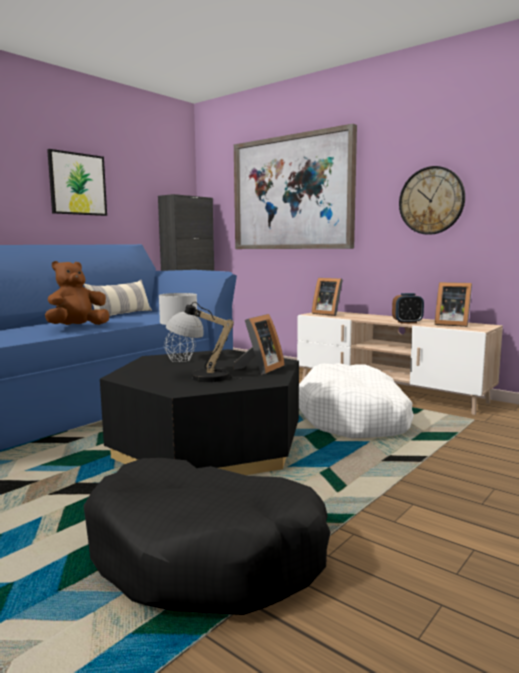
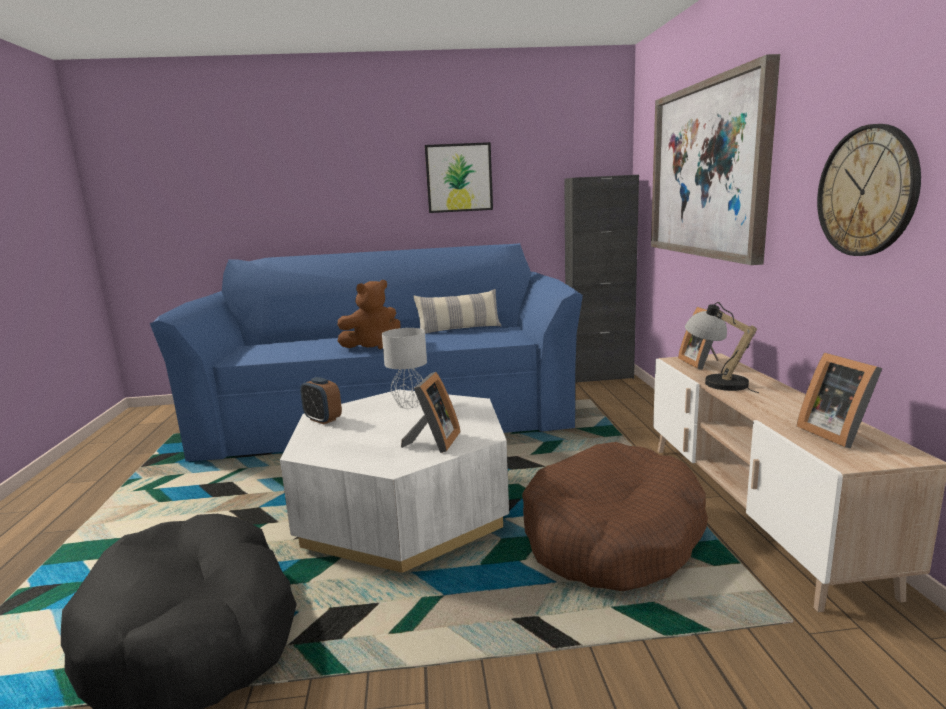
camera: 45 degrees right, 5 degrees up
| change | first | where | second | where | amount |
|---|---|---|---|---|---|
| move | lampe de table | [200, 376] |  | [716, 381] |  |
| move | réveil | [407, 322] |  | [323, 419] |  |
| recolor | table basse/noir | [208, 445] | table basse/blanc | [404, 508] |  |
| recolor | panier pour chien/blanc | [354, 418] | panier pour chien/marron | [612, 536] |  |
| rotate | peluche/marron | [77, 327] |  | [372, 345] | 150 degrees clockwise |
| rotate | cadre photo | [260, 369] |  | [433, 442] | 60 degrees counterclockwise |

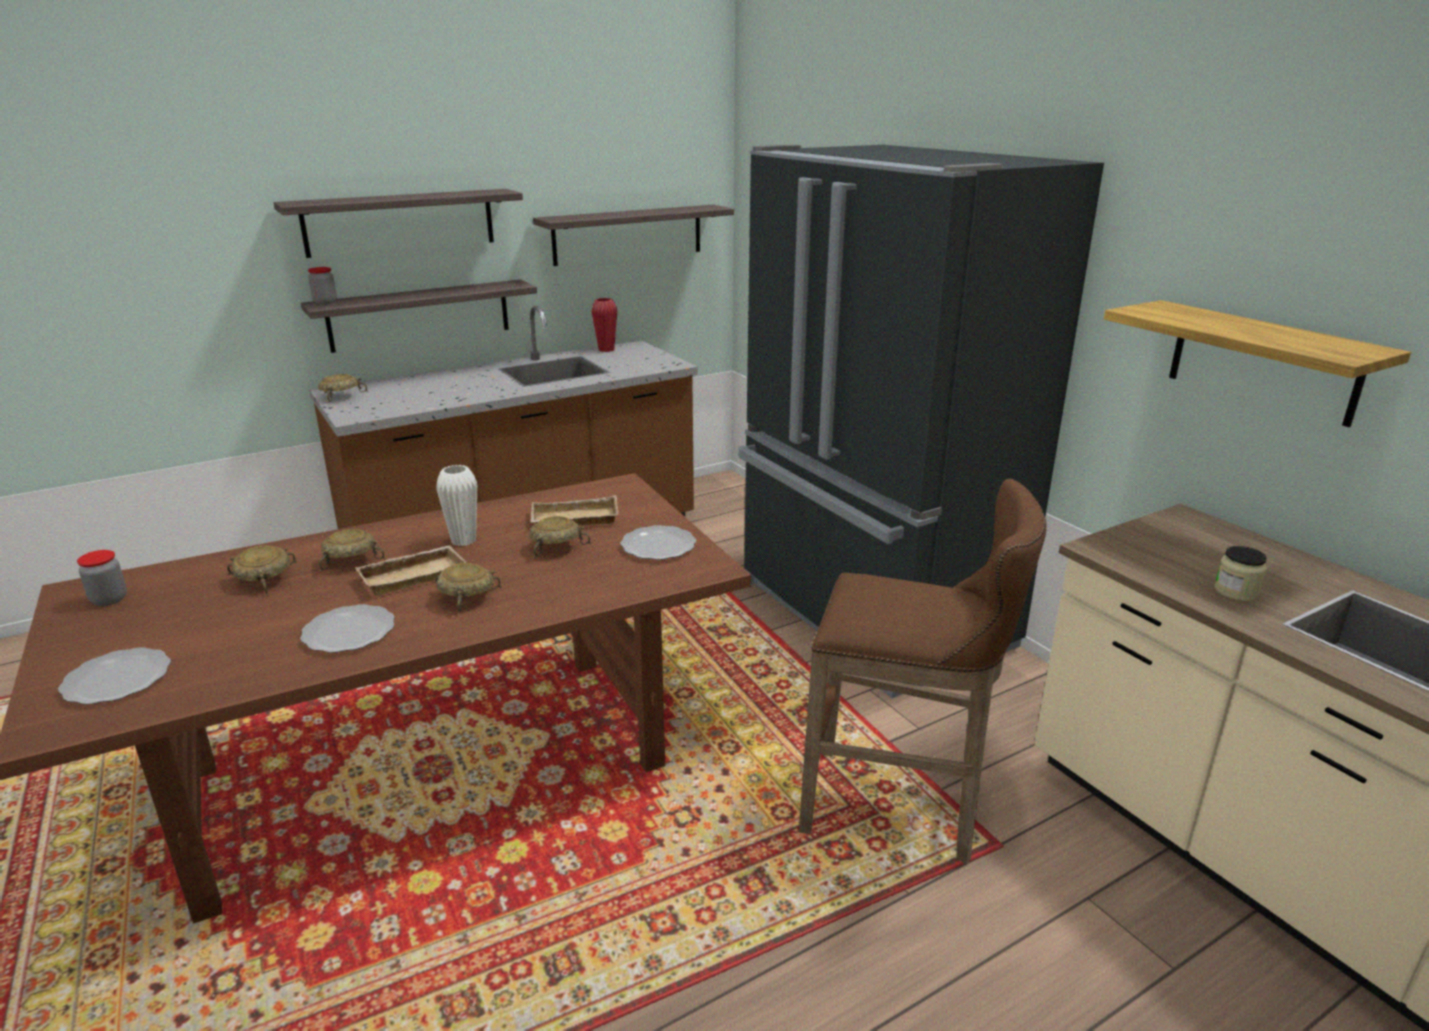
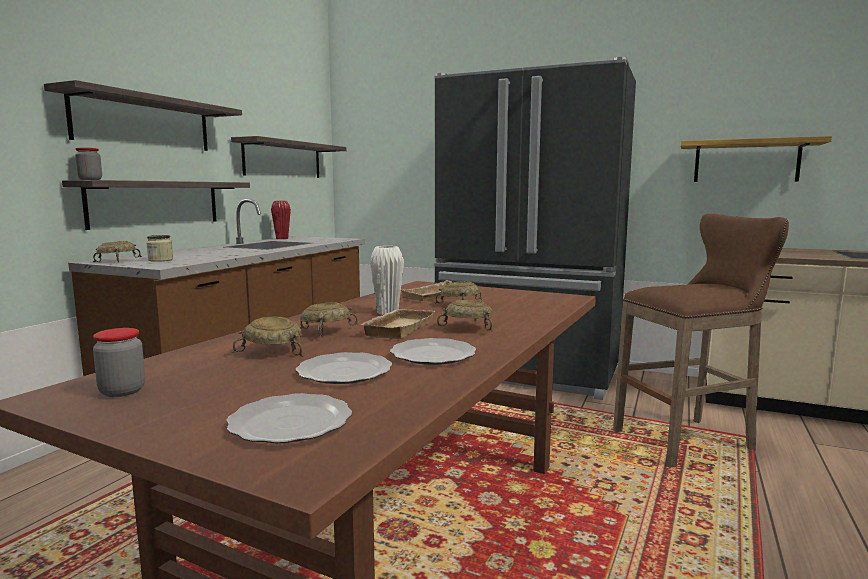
camera: 35 degrees left, 15 degrees down
| change | first | where | second | where | amount |
|---|---|---|---|---|---|
| move | assiette | [658, 546] |  | [345, 372] |  |
| move | bocal | [1236, 591] |  | [160, 260] |  |

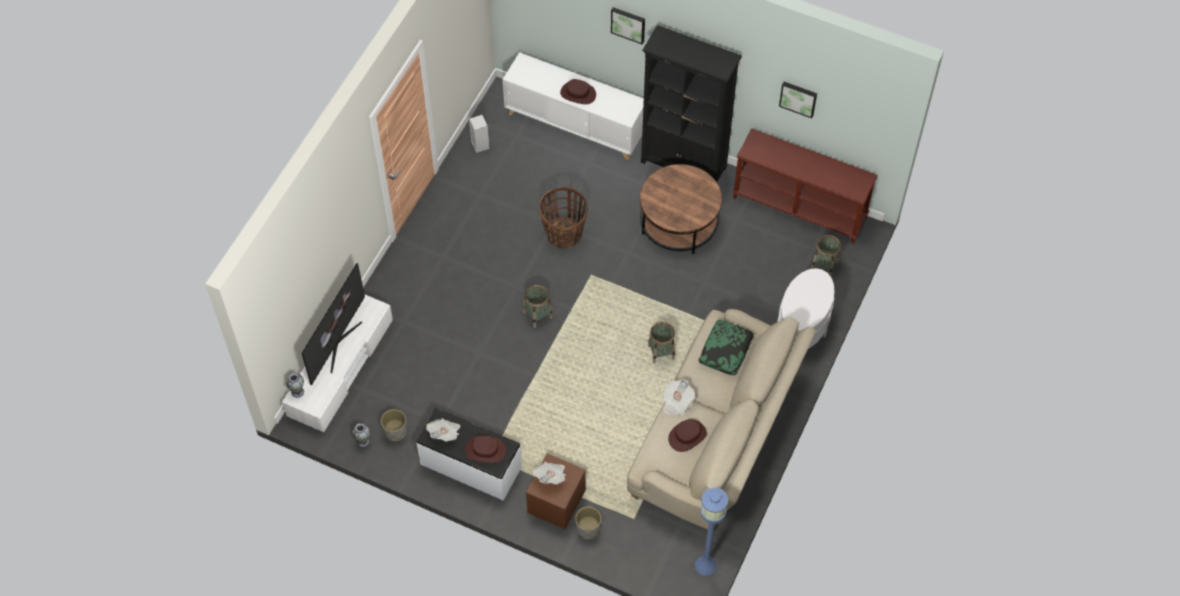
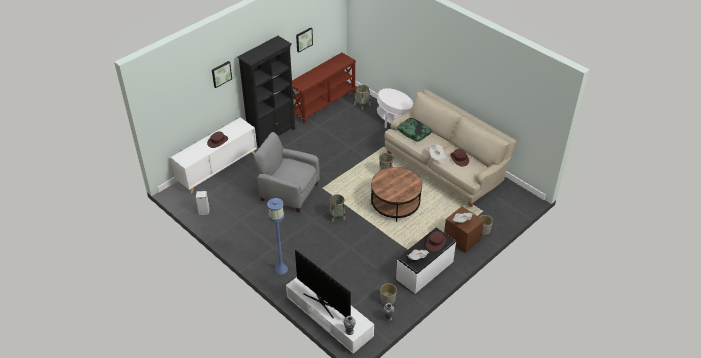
camera: 70 degrees left, 15 degrees down
| change | first | where | second | where | amount |
|---|---|---|---|---|---|
| move | table basse/marron | [679, 222] |  | [395, 204] |  |
| move | lampadaire/bleu | [705, 565] |  | [281, 269] |  |
| replace | panier | [564, 234] | fauteuil/gris | [289, 191] |  |

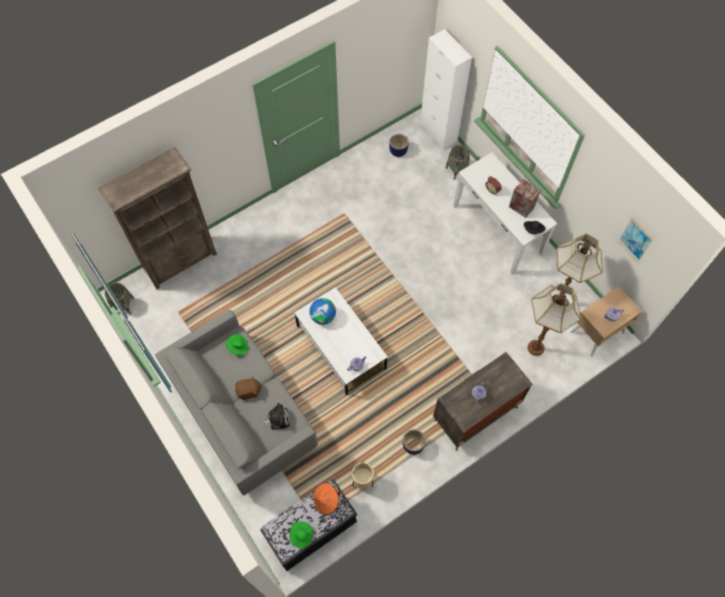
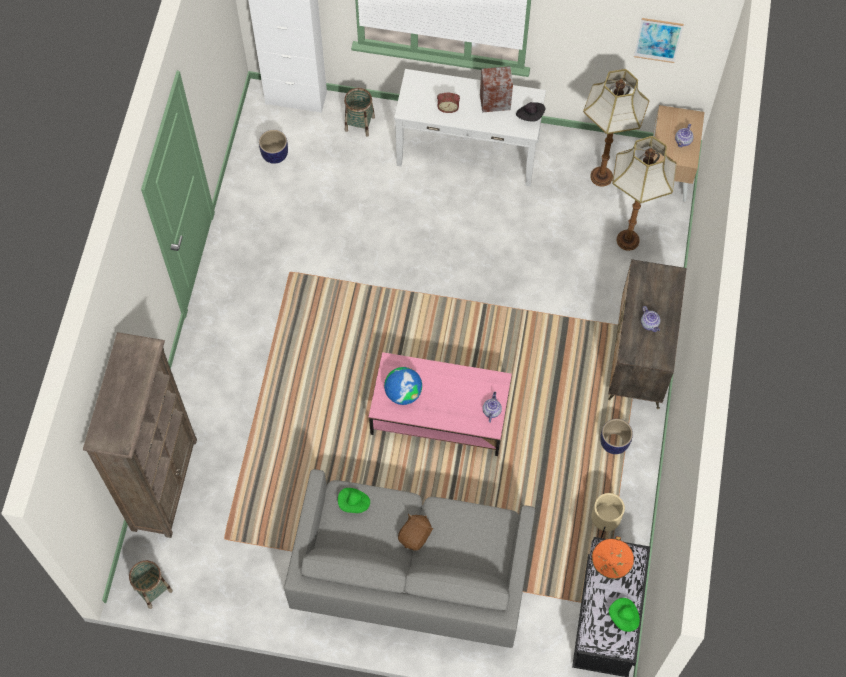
camera: 45 degrees left, 0 degrees up
| change | first | where | second | where | amount |
|---|---|---|---|---|---|
| delete | peluche | [277, 419] |  |  |  |
| recolor | table basse/blanc | [340, 346] | table basse/rose | [438, 413] |  |

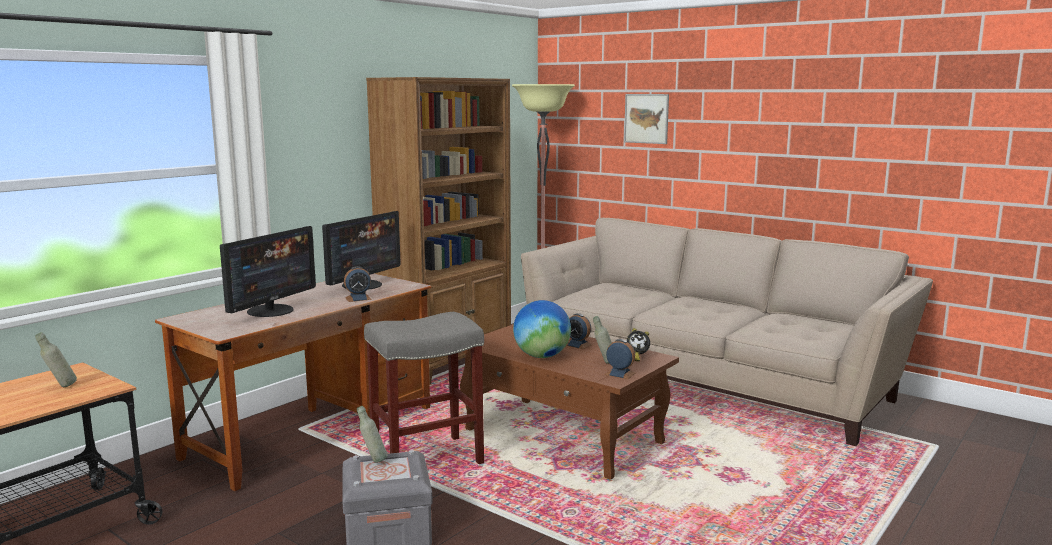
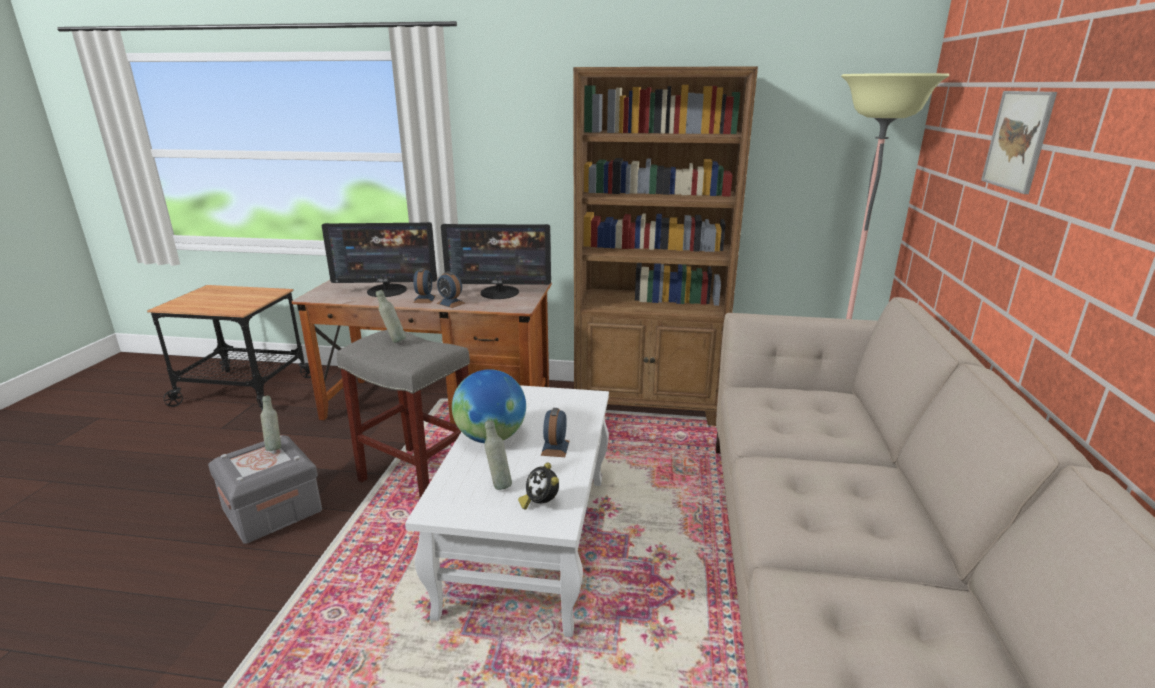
camera: 60 degrees right, 10 degrees up
| change | first | where | second | where | amount |
|---|---|---|---|---|---|
| move | bouteille/gris | [60, 387] |  | [393, 341] |  |
| move | réveil | [620, 374] |  | [424, 299] |  |
| recolor | table basse/marron | [564, 437] | table basse/blanc | [528, 543] |  |

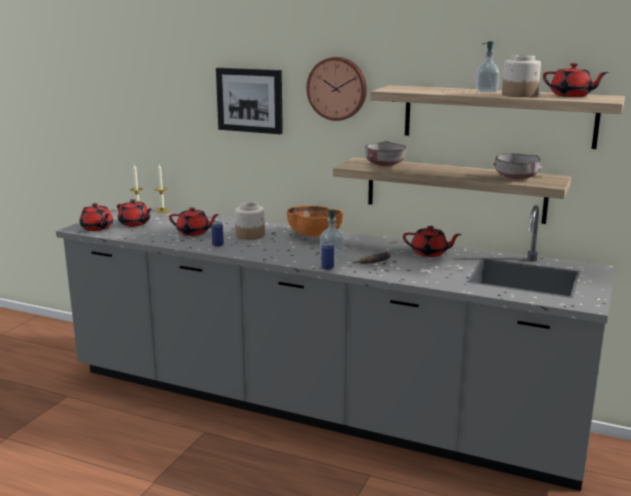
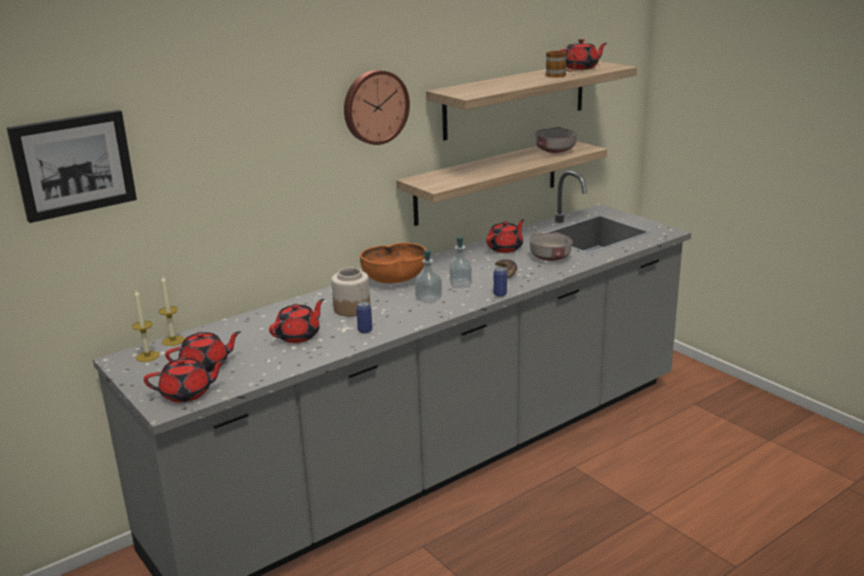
camera: 60 degrees left, 5 degrees up
| change | first | where | second | where | amount |
|---|---|---|---|---|---|
| move | tableau | [250, 100] |  | [73, 164] |  |
| move | bol/gris | [384, 164] |  | [550, 258] |  |
| move | distributeur de savon | [486, 91] |  | [428, 299] |  |
| replace | bocal | [520, 95] | mug | [560, 75] |  |

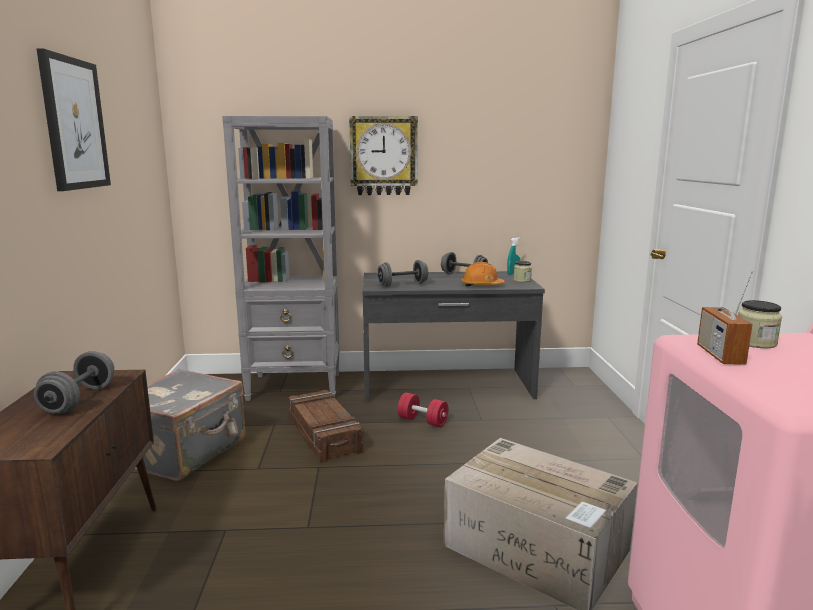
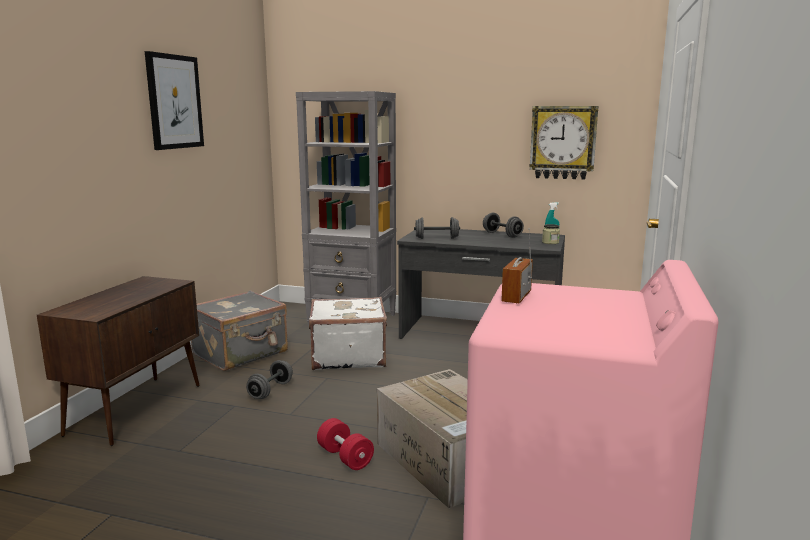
camera: 20 degrees right, 0 degrees up
| change | first | where | second | where | amount |
|---|---|---|---|---|---|
| delete | casque de chantier/orange | [481, 285] |  |  |  |
| delete | bocal | [755, 343] |  |  |  |
| move | haltère/gris | [79, 400] |  | [270, 390] |  |
| move | horloge murale | [383, 156] |  | [563, 142] |  |
| move | haltère/rouge | [422, 421] |  | [345, 457] |  |
| replace | caisse | [323, 434] | valise/blanc | [347, 356] |  |

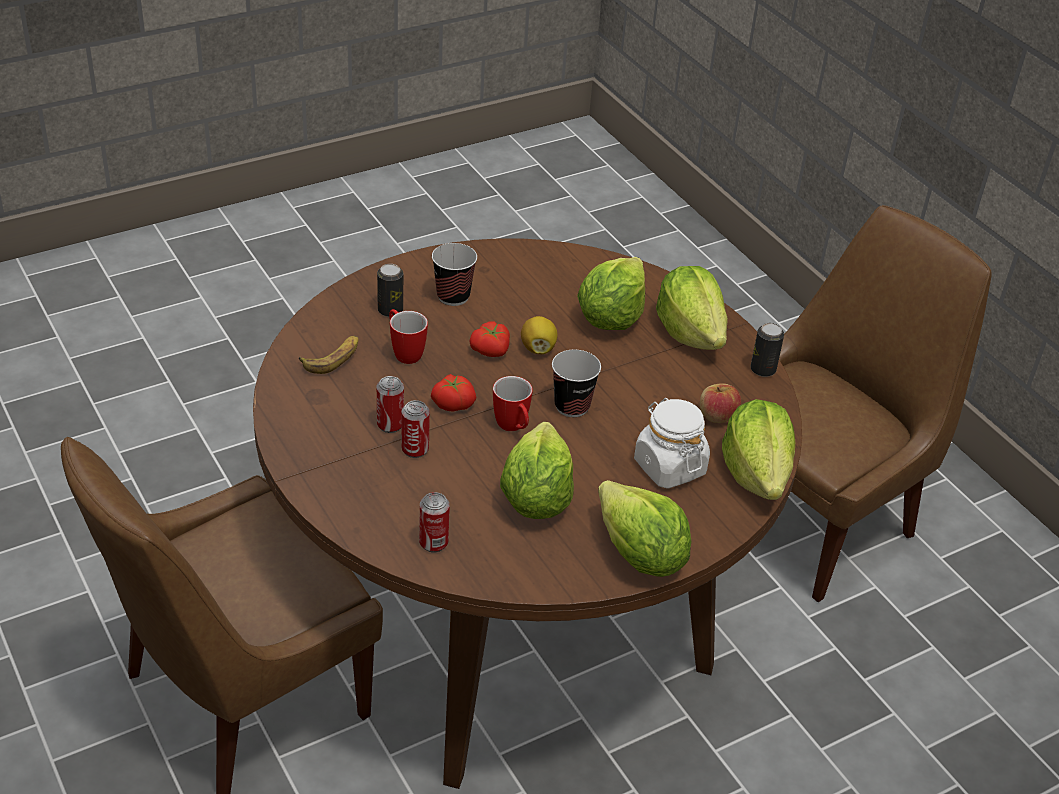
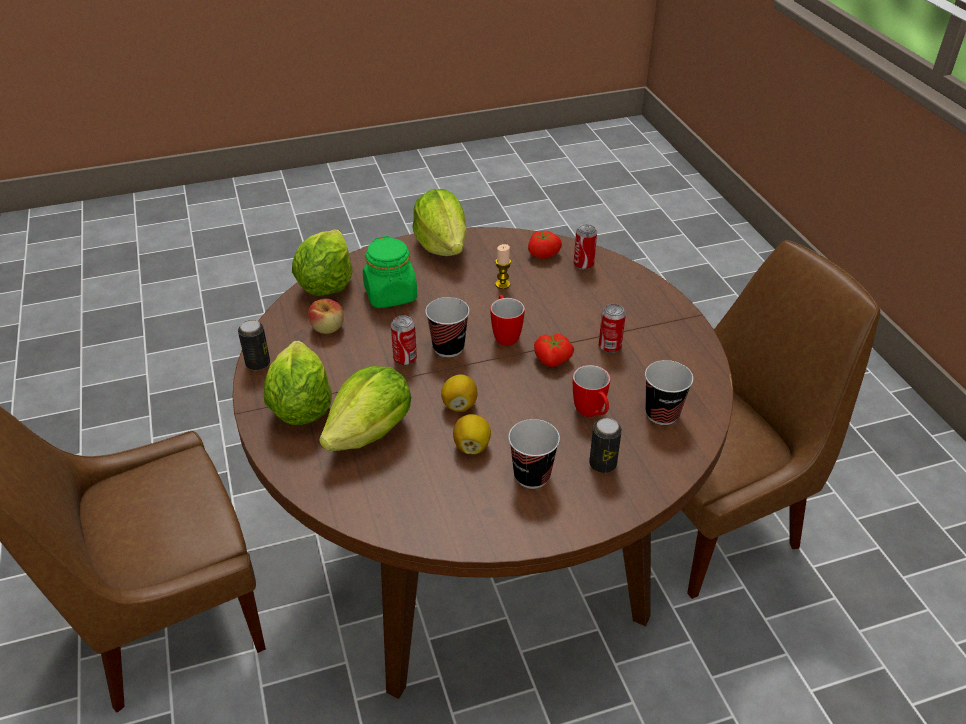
camera: 165 degrees left, 0 degrees up
| change | first | where | second | where | amount |
|---|---|---|---|---|---|
| insert |  |  | citron | [472, 446] |  |
| move | boîte métallique | [415, 450] |  | [405, 359] |  |
| move | tomate | [491, 351] |  | [542, 253] |  |
| replace | banane | [332, 358] | tasse | [662, 414] |  |
| replace | laitue | [535, 498] | bougie | [502, 284] |  |
| recolor | bocal/blanc | [669, 467] | bocal/vert | [391, 295] |  |

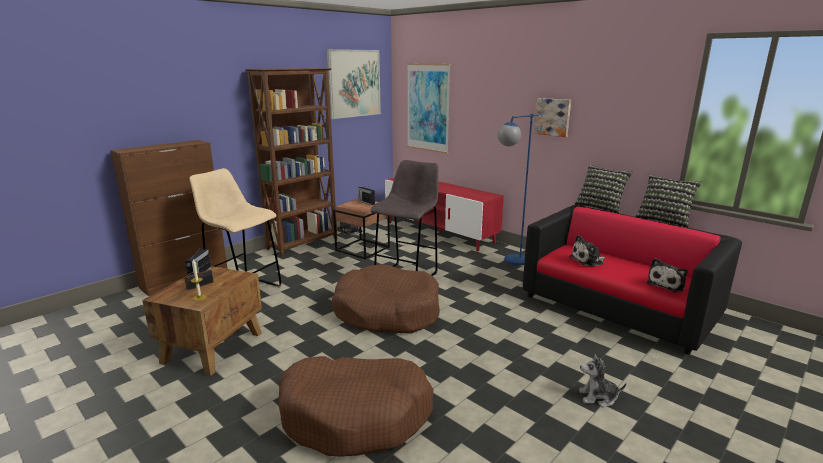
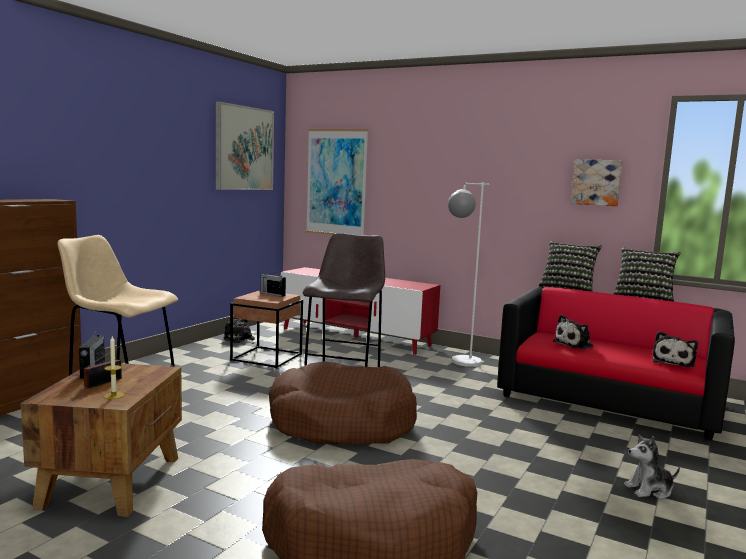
camera: 15 degrees left, 10 degrees down
| change | first | where | second | where | amount |
|---|---|---|---|---|---|
| delete | bibliothèque/marron | [303, 244] |  |  |  |
| move | tableau | [552, 117] |  | [596, 182] |  |
| recolor | lampadaire/bleu | [509, 262] | lampadaire/blanc | [460, 364] |  |

